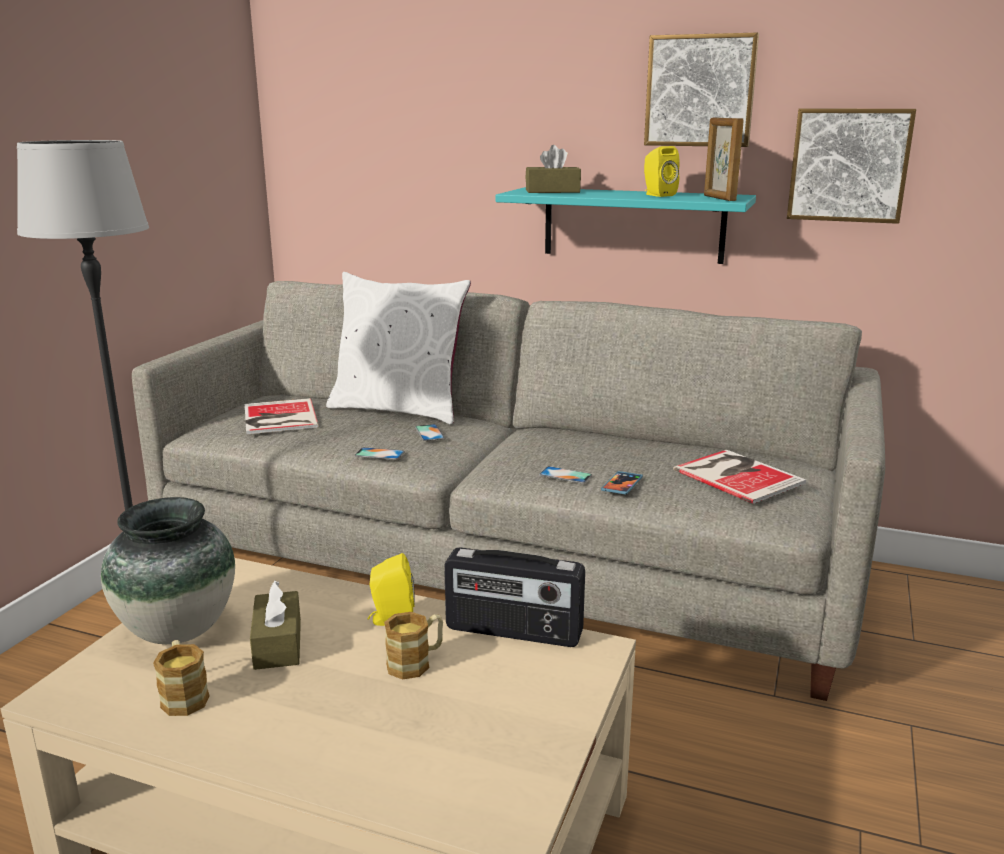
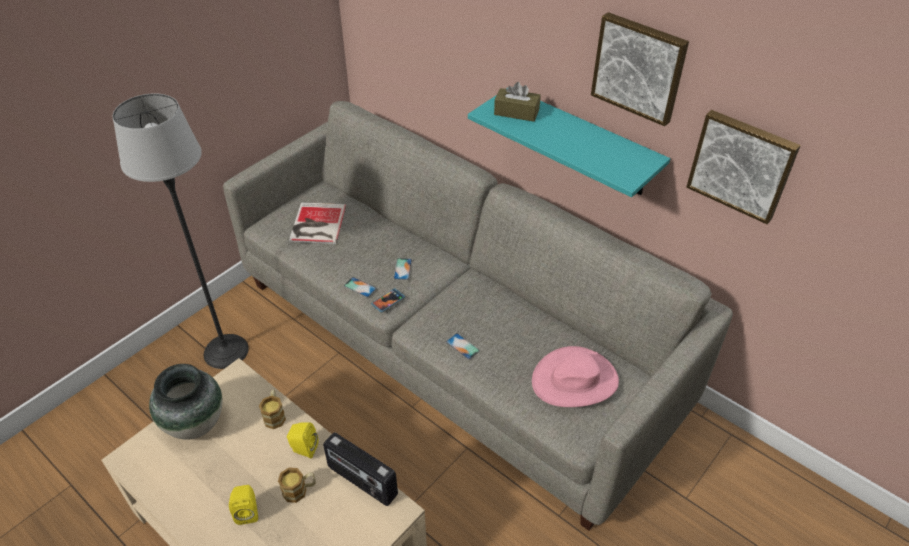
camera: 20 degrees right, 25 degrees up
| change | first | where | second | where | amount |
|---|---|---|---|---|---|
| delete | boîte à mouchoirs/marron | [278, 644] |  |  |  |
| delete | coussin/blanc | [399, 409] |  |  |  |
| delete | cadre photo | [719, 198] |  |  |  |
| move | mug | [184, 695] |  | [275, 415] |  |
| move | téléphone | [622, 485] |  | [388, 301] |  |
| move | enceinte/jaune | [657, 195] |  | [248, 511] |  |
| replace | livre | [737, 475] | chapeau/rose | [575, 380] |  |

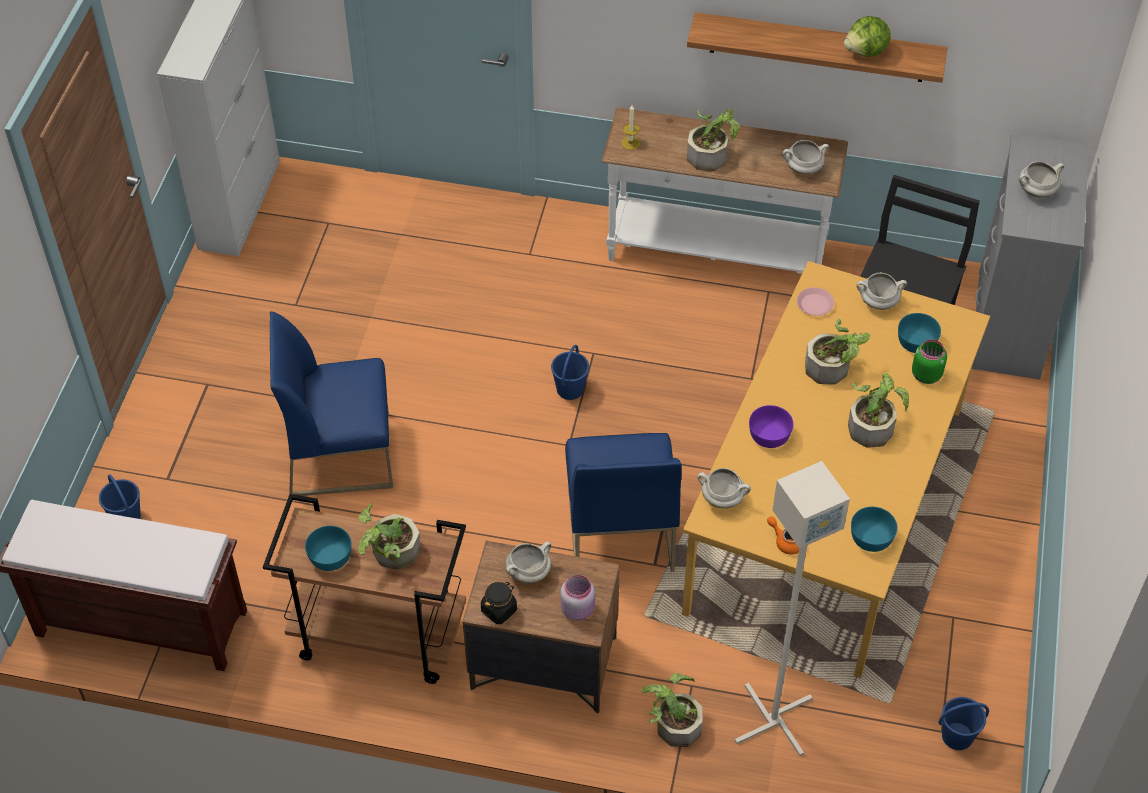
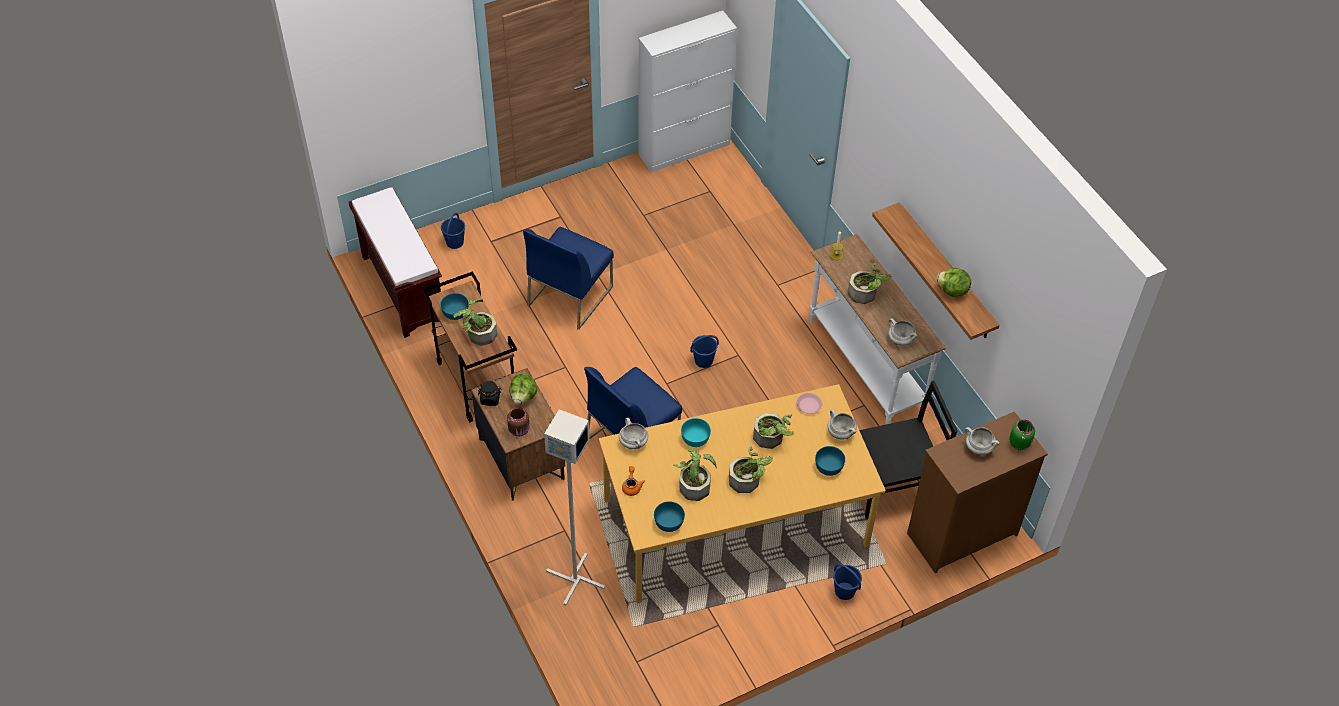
camera: 50 degrees right, 0 degrees up
| change | first | where | second | where | amount |
|---|---|---|---|---|---|
| move | plante en pot | [673, 723] |  | [694, 484] |  |
| move | bocal/vert | [926, 374] |  | [1020, 443] |  |
| move | seau/bleu | [956, 736] |  | [844, 591] |  |
| replace | marmite/blanc | [528, 572] | laitue | [523, 396] |  |
| recolor | bocal/rose | [578, 609] | bocal/marron | [519, 430] |  |
| recolor | bol/violet | [769, 436] | bol/turquoise | [695, 439] |  |
| recolor | commode/gris | [1007, 325] | commode/marron | [961, 534] |  |
| rotate | chaise/bleu | [341, 453] |  | [570, 295] | 105 degrees counterclockwise |

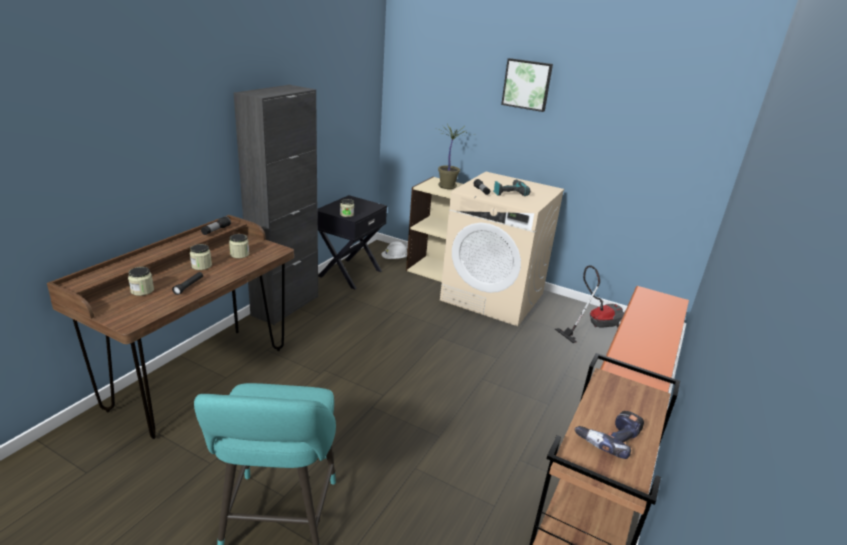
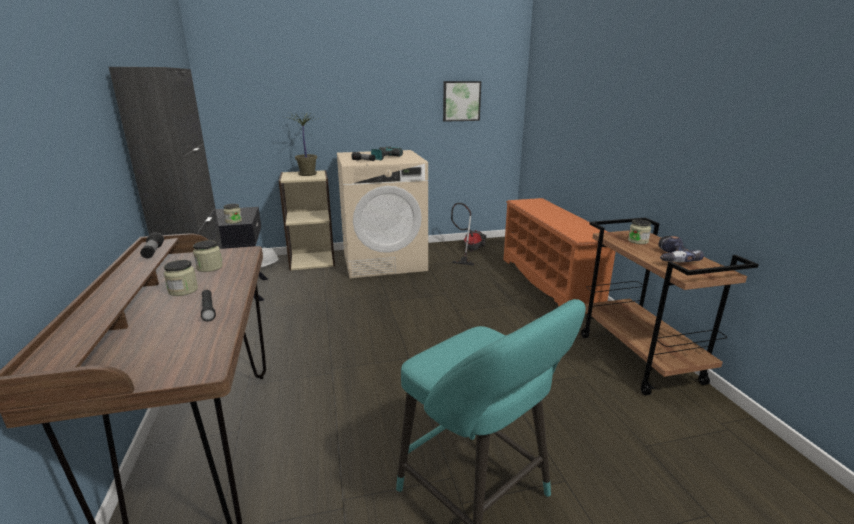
camera: 40 degrees left, 5 degrees down
| change | first | where | second | where | amount |
|---|---|---|---|---|---|
| move | bocal | [142, 290] |  | [638, 241] |  |
| move | tableau | [527, 84] |  | [461, 101] |  |

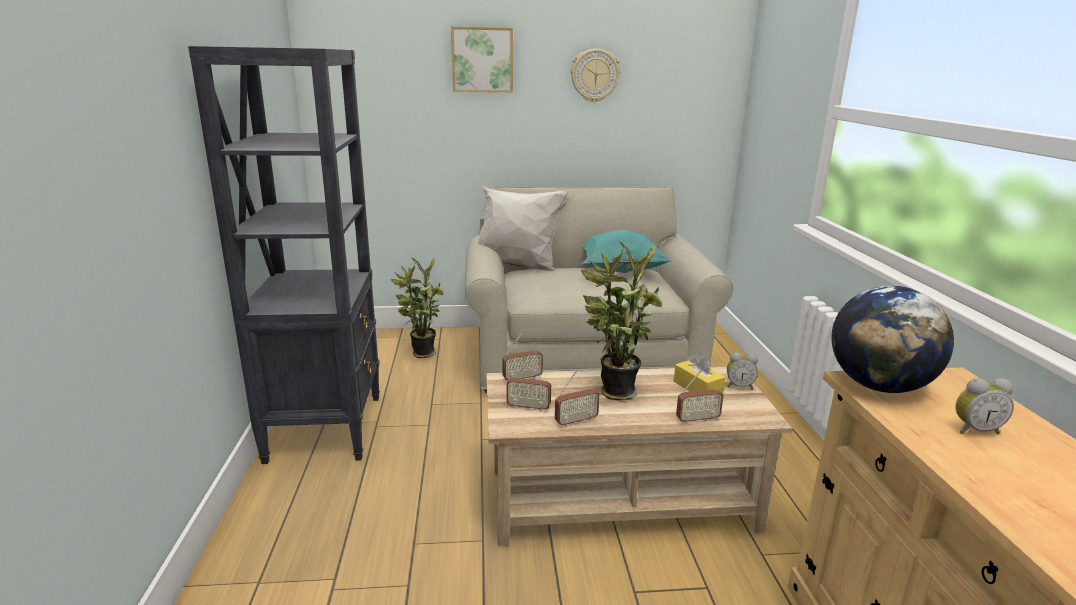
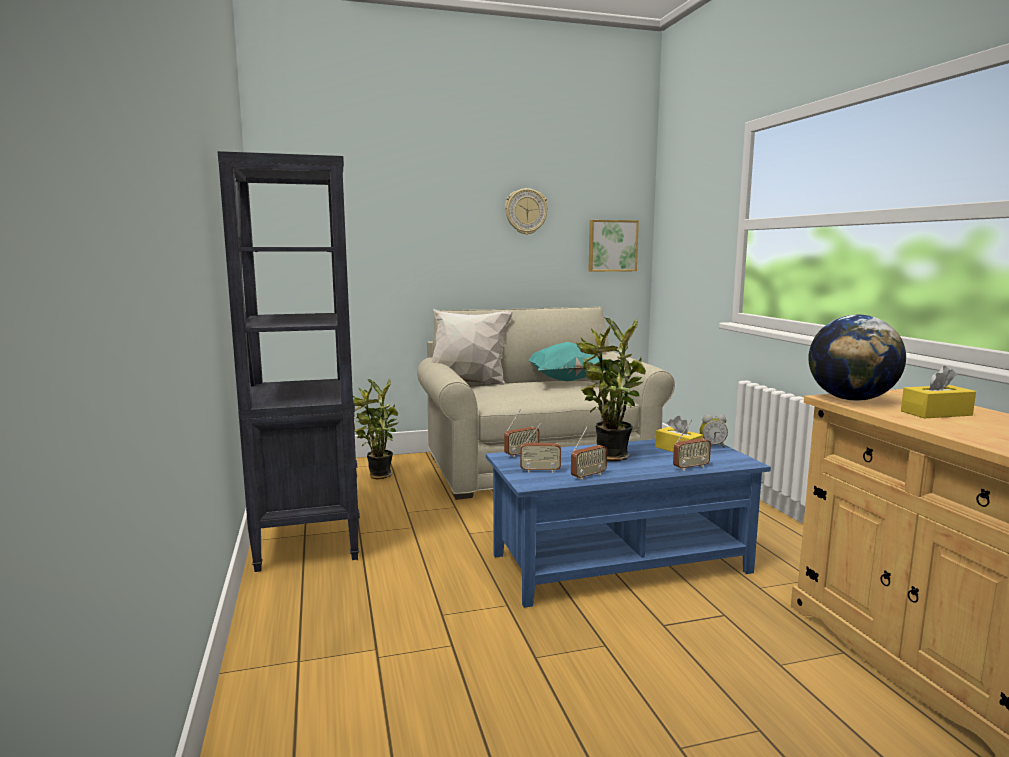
camera: 10 degrees left, 10 degrees down
| change | first | where | second | where | amount |
|---|---|---|---|---|---|
| move | tableau | [482, 60] |  | [612, 246] |  |
| replace | réveil | [974, 430] | boîte à mouchoirs/jaune | [936, 413] |  |
| recolor | table basse/beige | [621, 499] | table basse/bleu | [620, 563] |  |

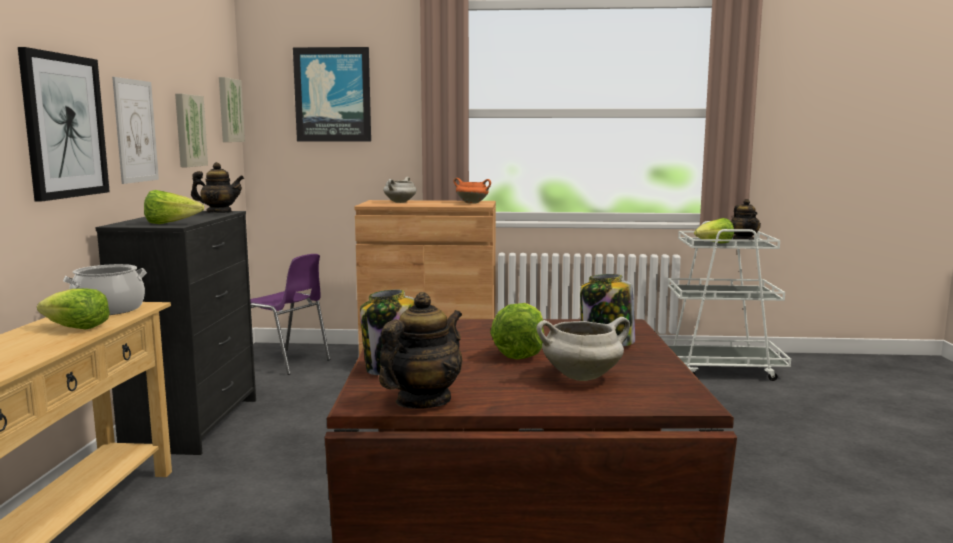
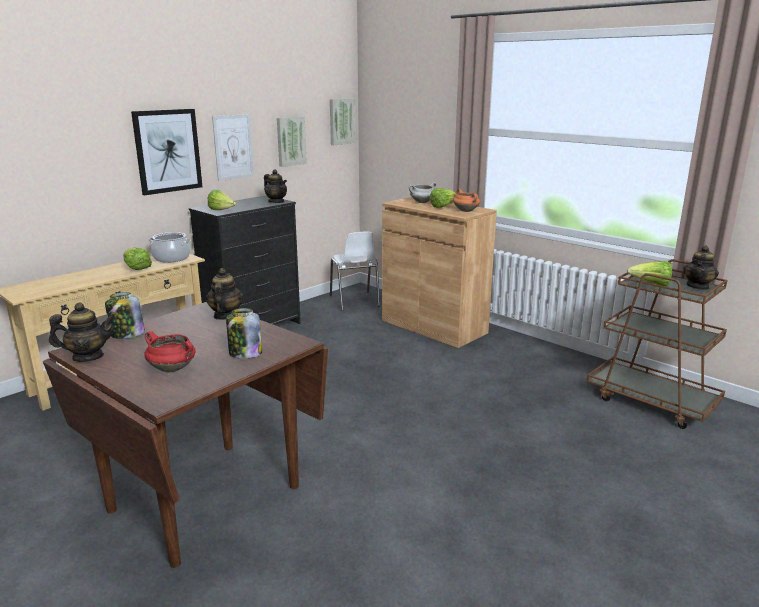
camera: 40 degrees right, 10 degrees up
| change | first | where | second | where | amount |
|---|---|---|---|---|---|
| delete | tableau | [333, 95] |  |  |  |
| insert |  |  | théière | [225, 316] |  |
| move | laitue | [520, 352] |  | [442, 206] |  |
| recolor | chaise/violet | [288, 362] | chaise/blanc | [355, 302] |  |
| recolor | marmite/blanc | [582, 376] | marmite/rouge | [173, 369] |  |
| recolor | chariot/blanc | [719, 369] | chariot/marron | [651, 401] |  |

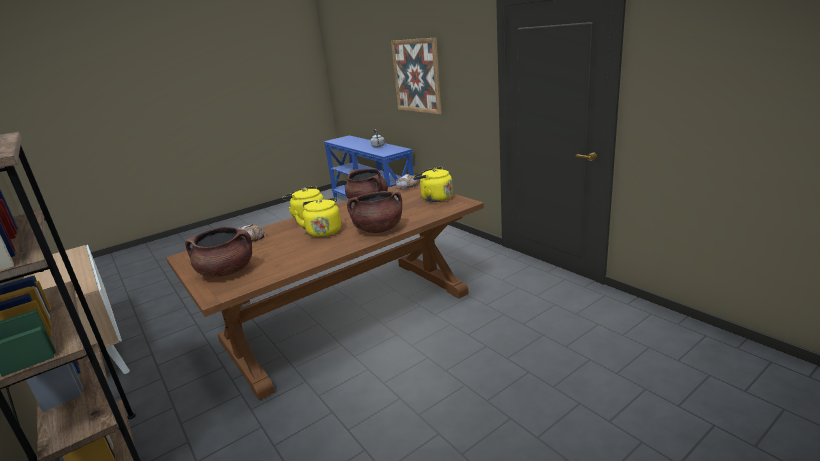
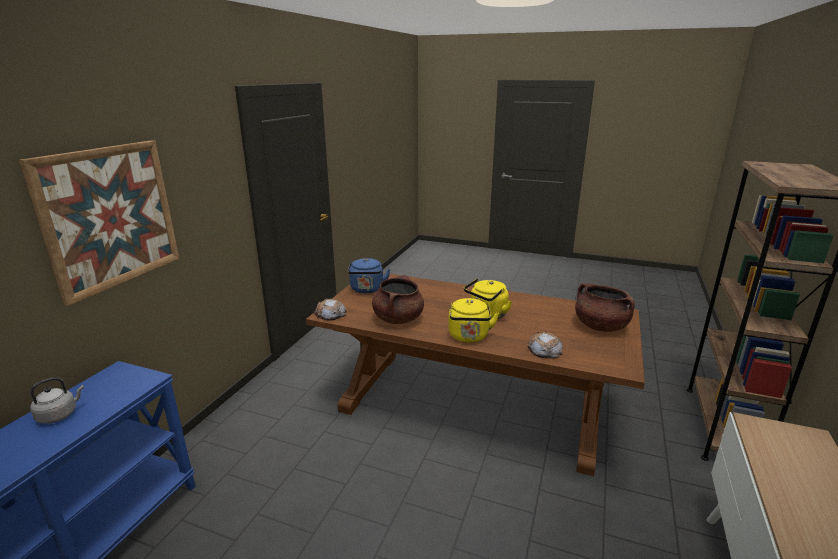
camera: 125 degrees left, 0 degrees up
| change | first | where | second | where | amount |
|---|---|---|---|---|---|
| delete | marmite/marron | [378, 229] |  |  |  |
| recolor | bouilloire/jaune | [434, 198] | bouilloire/bleu | [367, 290] |  |

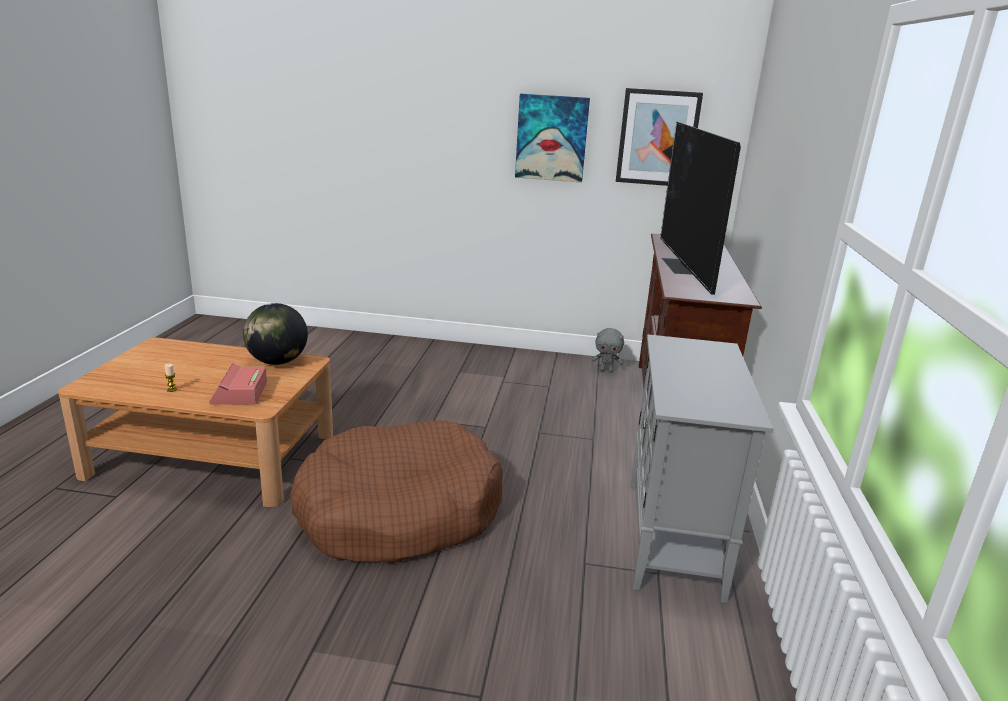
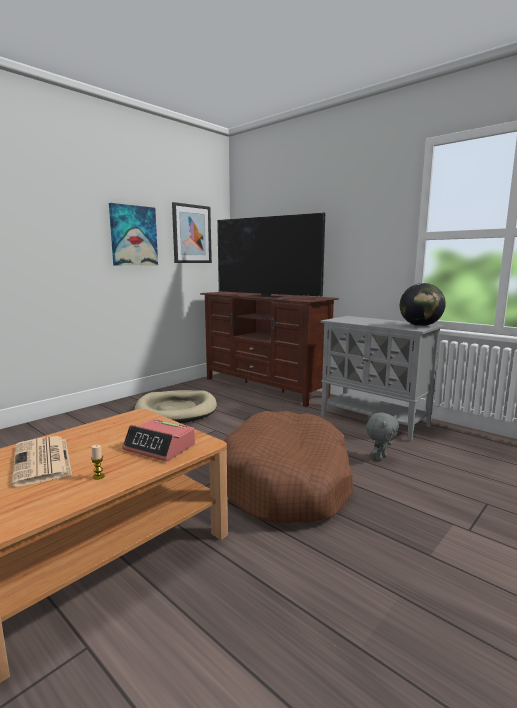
camera: 55 degrees left, 10 degrees down
| change | first | where | second | where | amount |
|---|---|---|---|---|---|
| insert |  |  | journal | [43, 461] |  |
| insert |  |  | panier pour chien/beige | [176, 410] |  |
| move | globe | [277, 362] |  | [420, 325] |  |
| move | peluche/gris | [606, 371] |  | [380, 458] |  |

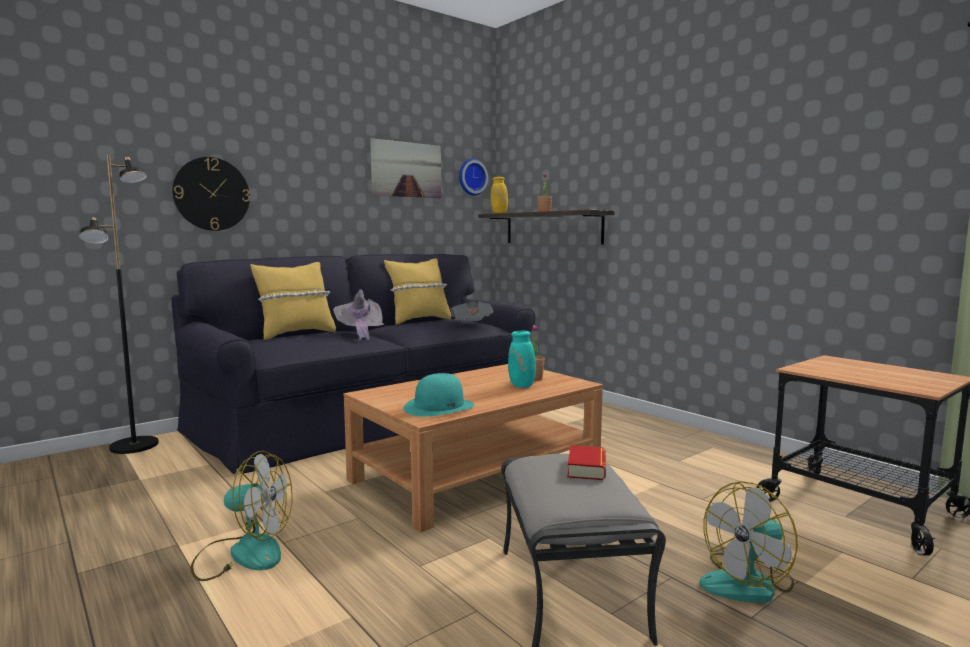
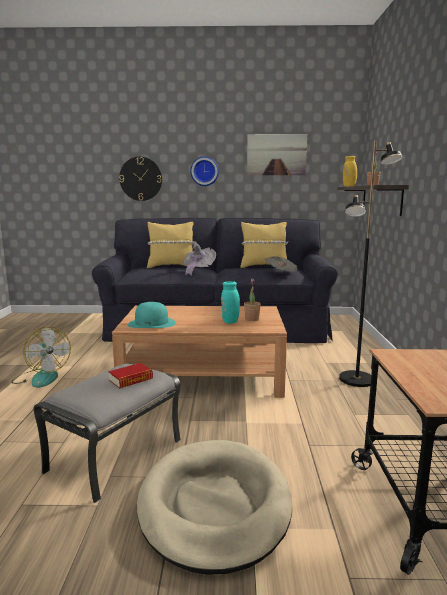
camera: 40 degrees right, 5 degrees up
| change | first | where | second | where | amount |
|---|---|---|---|---|---|
| move | lampadaire/noir | [135, 446] |  | [357, 380] |  |
| move | horloge murale | [471, 177] |  | [204, 171] |  |
| replace | ventilateur | [748, 583] | panier pour chien/beige | [214, 506] |  |

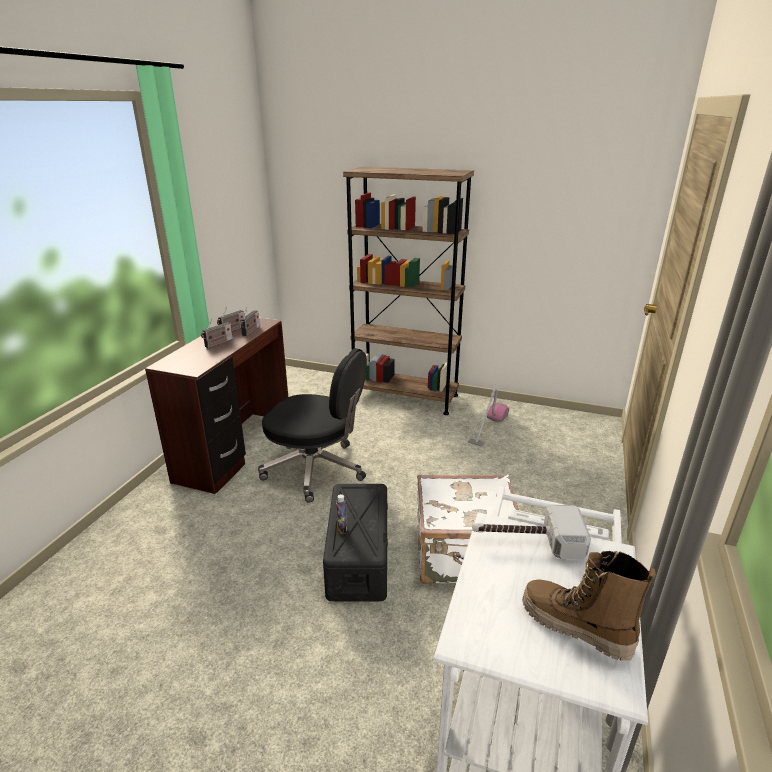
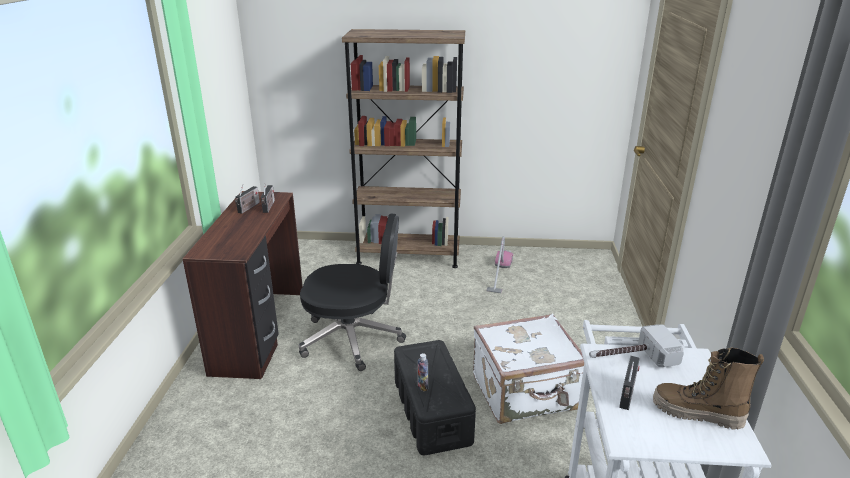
camera: 15 degrees left, 0 degrees up
| change | first | where | second | where | amount |
|---|---|---|---|---|---|
| move | radio | [218, 343] |  | [627, 395] |  |

